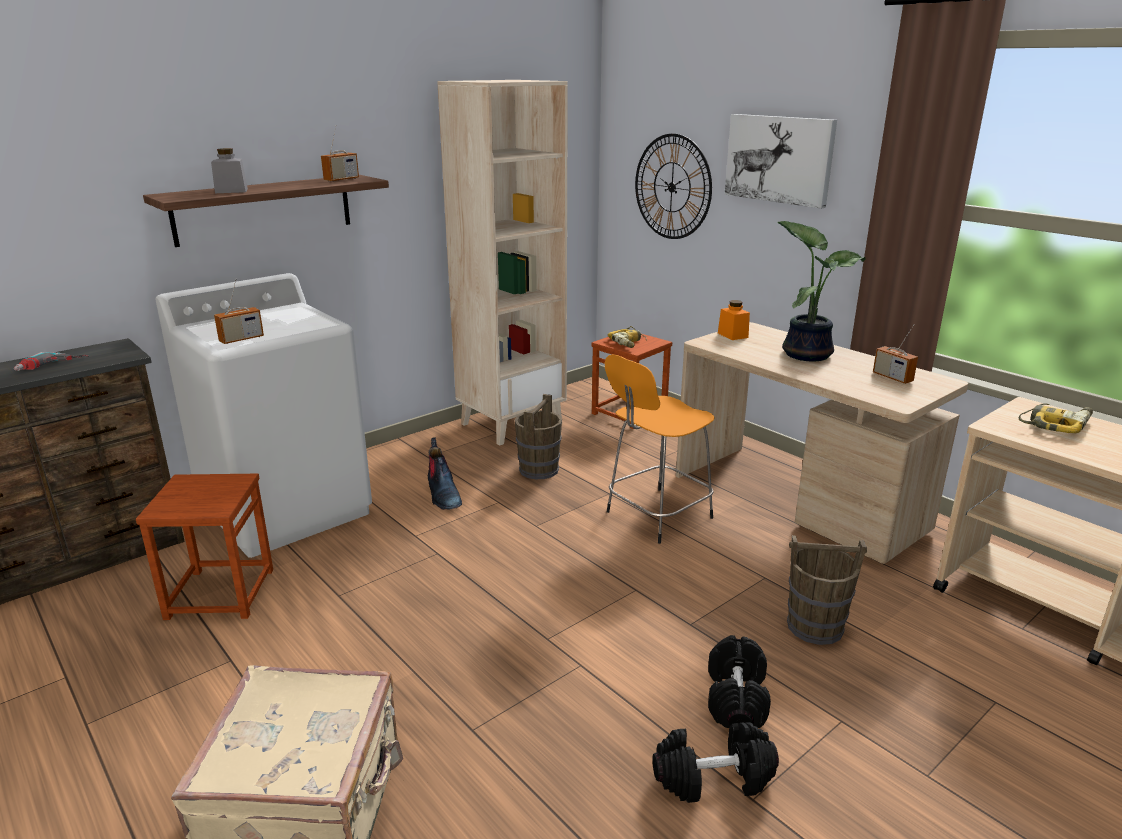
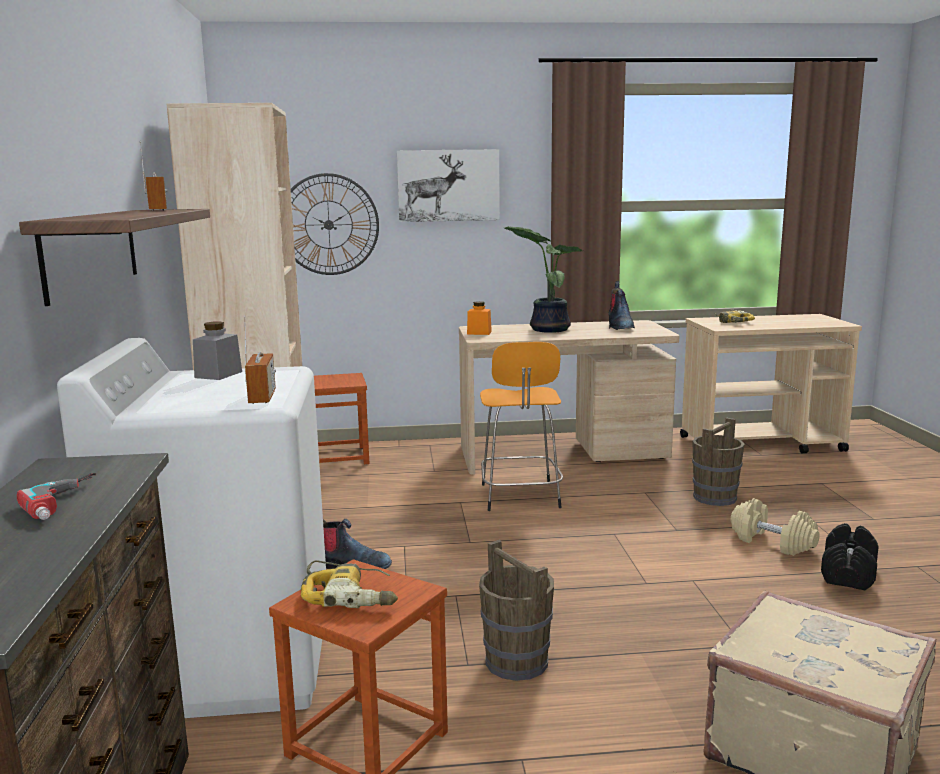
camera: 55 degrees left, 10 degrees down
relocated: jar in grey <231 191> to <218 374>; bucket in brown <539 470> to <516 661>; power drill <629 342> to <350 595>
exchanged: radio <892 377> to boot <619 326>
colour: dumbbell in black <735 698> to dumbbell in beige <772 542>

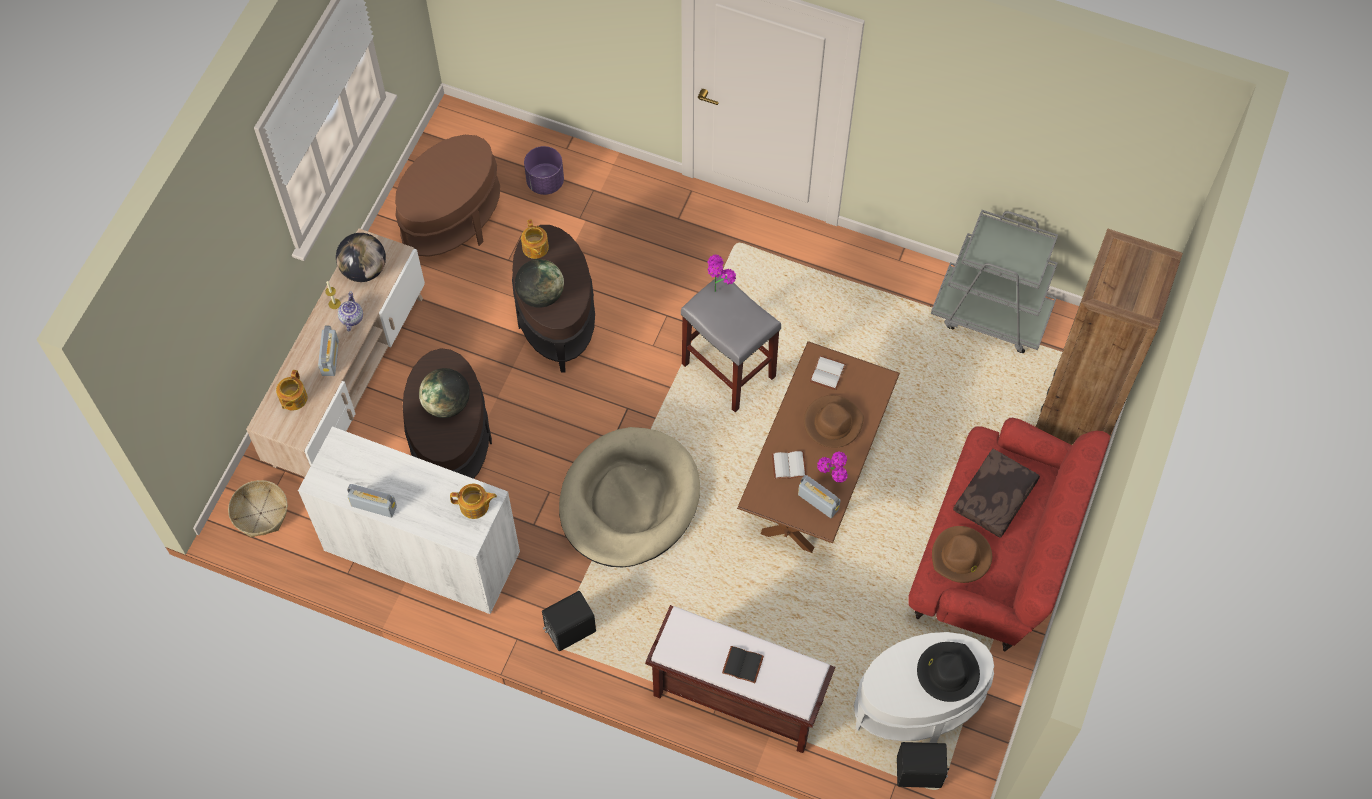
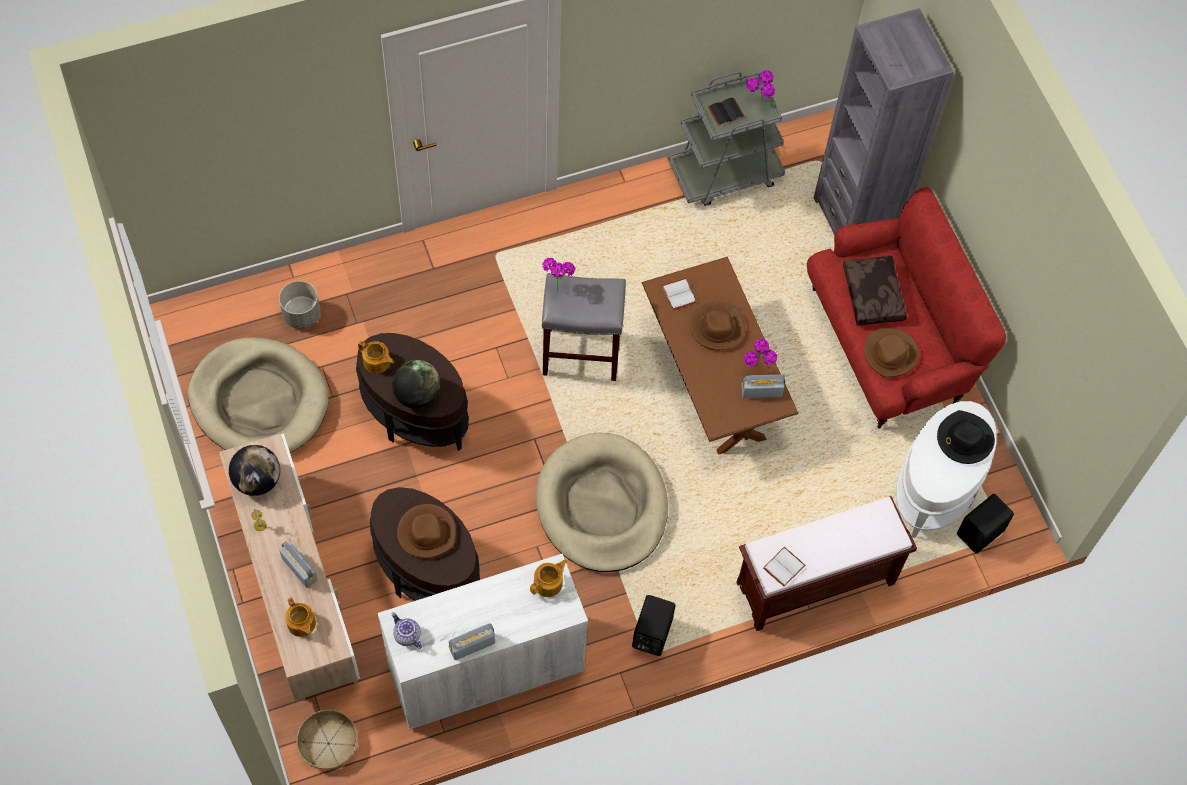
camera: 45 degrees left, 0 degrees up
appeared: potted plant <759 104>
relocated: teapot <351 318> to <406 636>; book in black <743 664> to <726 111>; book in white <789 464> to <783 566>
exchanged: side table in brown <453 223> to dog bed in beige <259 401>; globe <447 404> to hat in brown <427 532>
colour: planter in purple <545 181> to planter in grey <301 315>; bookcase in brown <1070 433> to bookcase in grey <855 219>

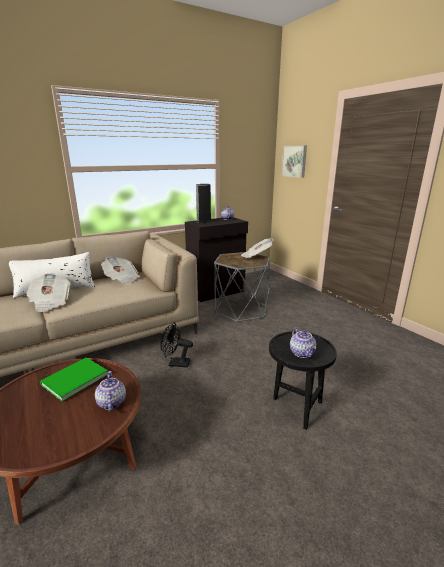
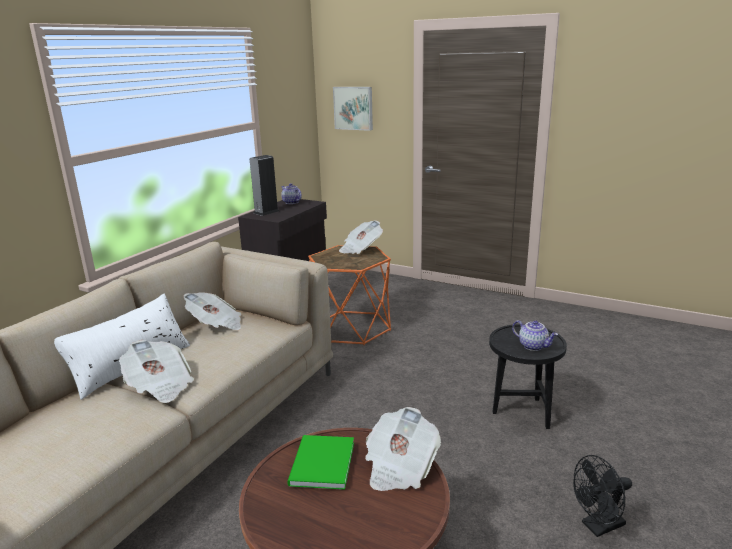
camera: 30 degrees left, 0 degrees up
relocated: fan in black <175 363> to <598 526>
exchanged: teapot <111 403> to newspaper <399 467>
colour: side table in grey <241 310> to side table in orange <351 328>

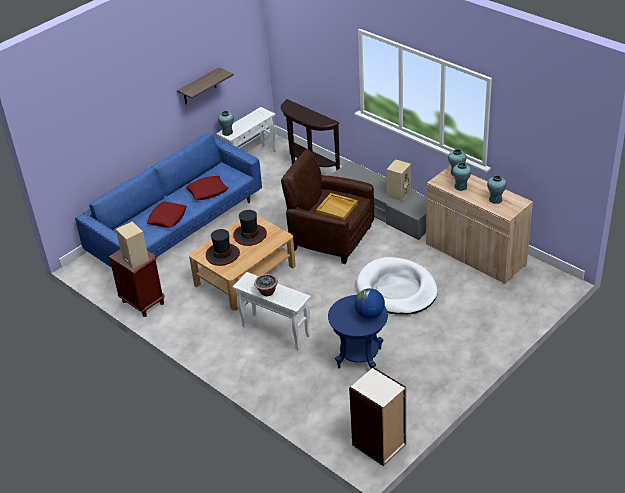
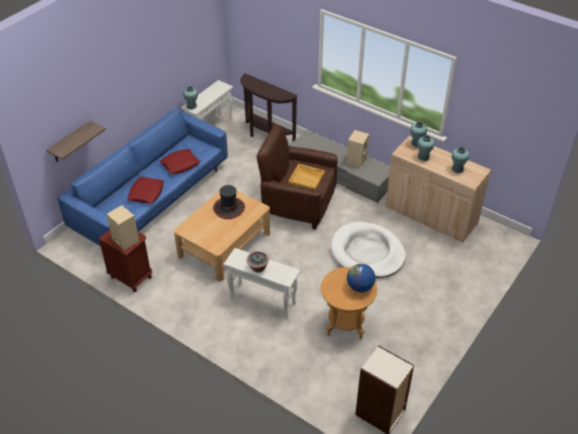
camera: 10 degrees left, 5 degrees up
missing: hat <223 254>
relocated: shelf <199 87> to <70 142>
colour: side table in blue <359 357> to side table in brown <345 323>

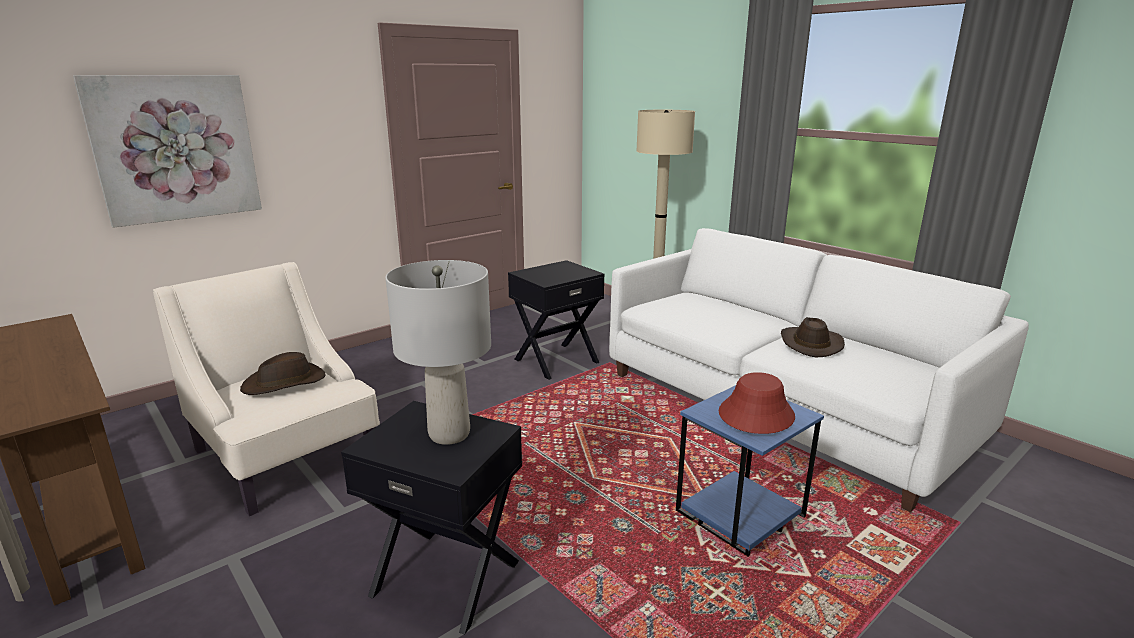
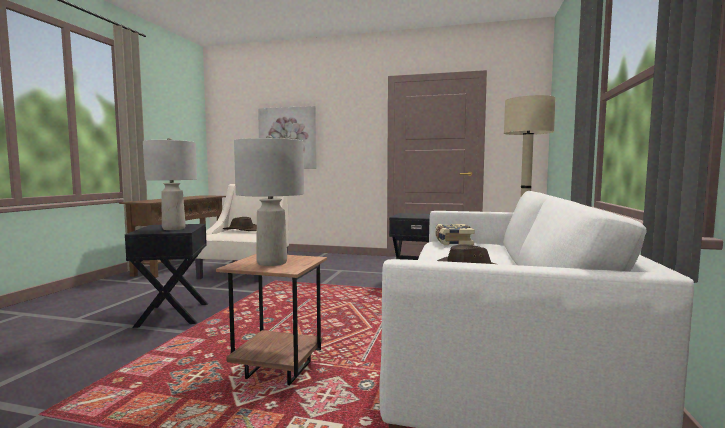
camera: 55 degrees right, 15 degrees down
appeared: book <452 242>
exchanged: hat in red <755 415> to table lamp in grey <272 262>
colour: side table in blue <737 528> to side table in brown <278 370>

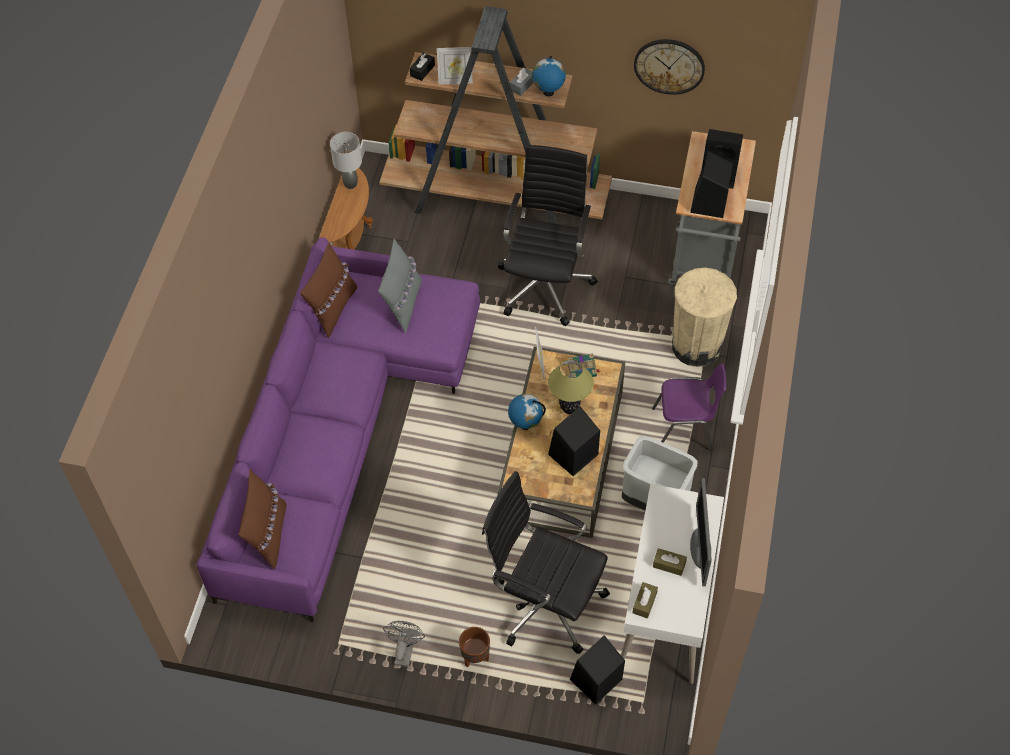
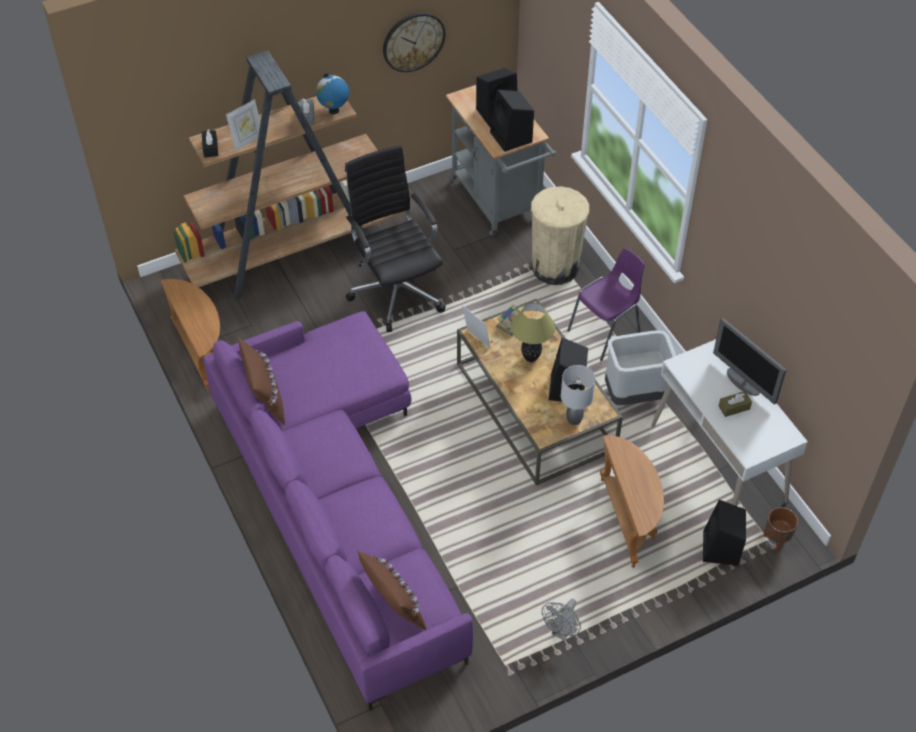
camera: 40 degrees left, 5 degrees down
missing: pillow in grey <402 304>; globe <525 424>; tissue box in brown <644 603>
relocated: table lamp in grey <351 184> to <574 419>; planter in brown <475 657> to <775 541>
exchanged: office chair in black <545 602> to side table in brown <629 520>
spun: fan in grey <404 650> = <562 632> 120 degrees counterclockwise

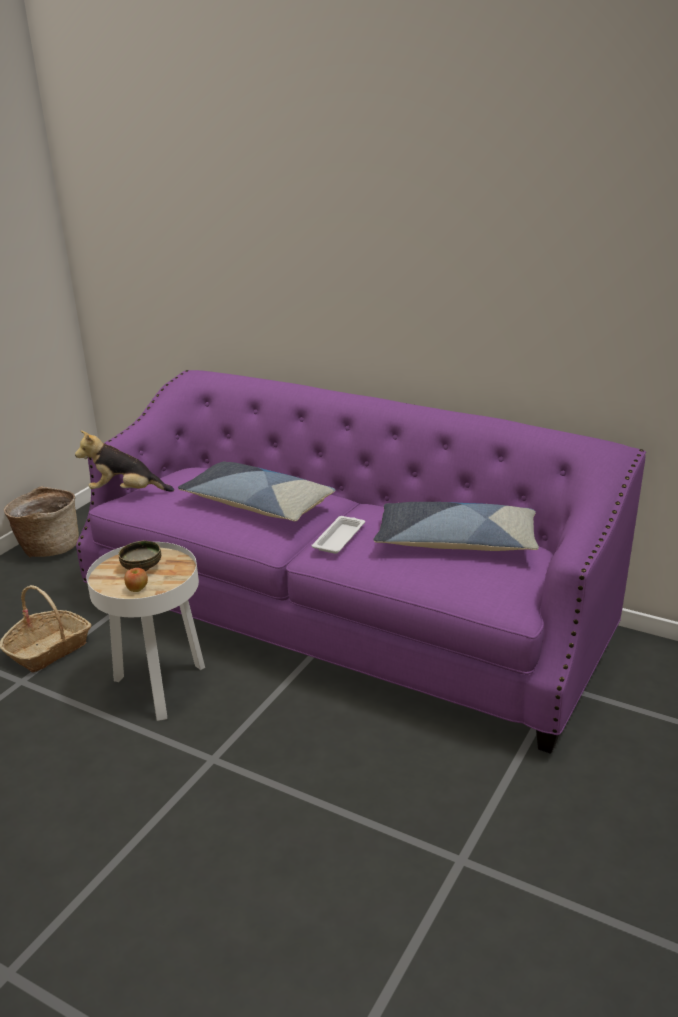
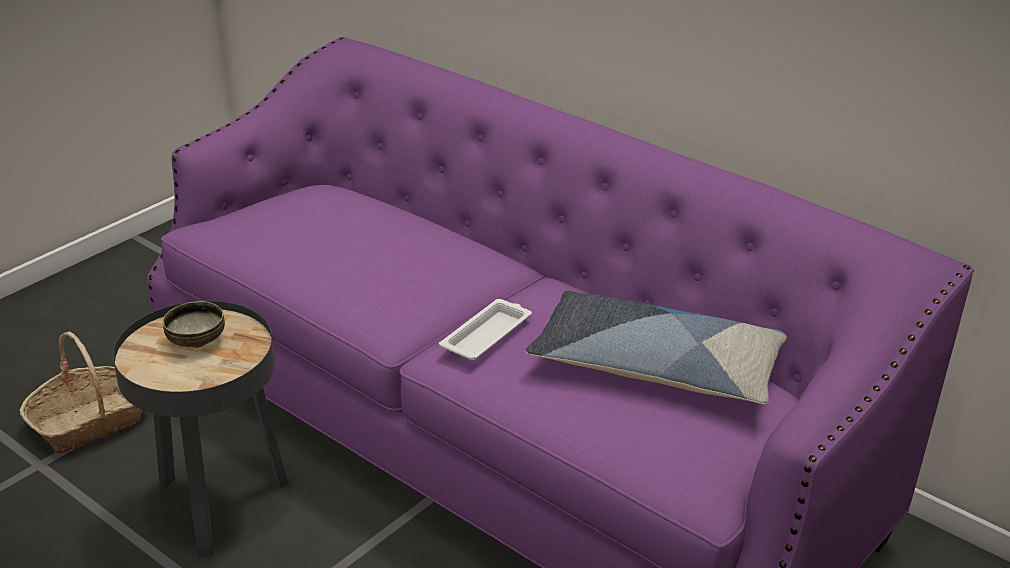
camera: 10 degrees right, 5 degrees up
missing: basket <49 547>; plush toy <126 492>; apple <137 589>; pillow <257 504>
colour: side table in white <161 687> to side table in black <219 505>

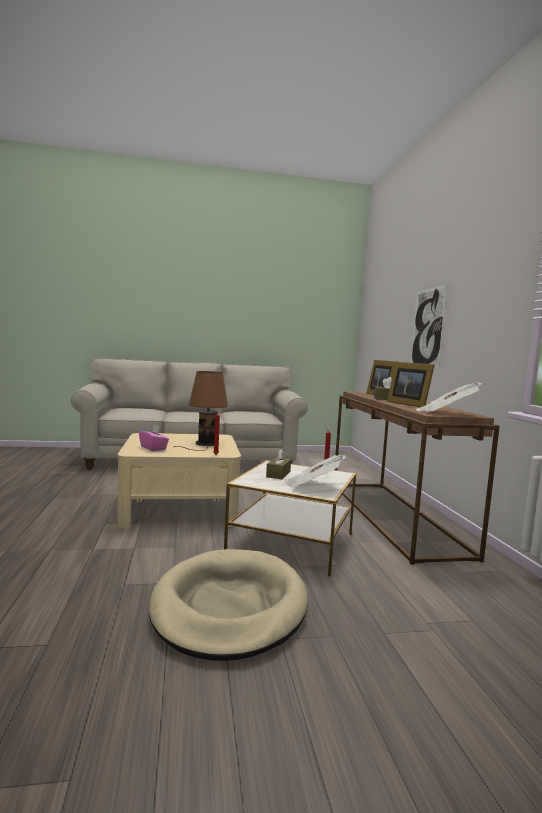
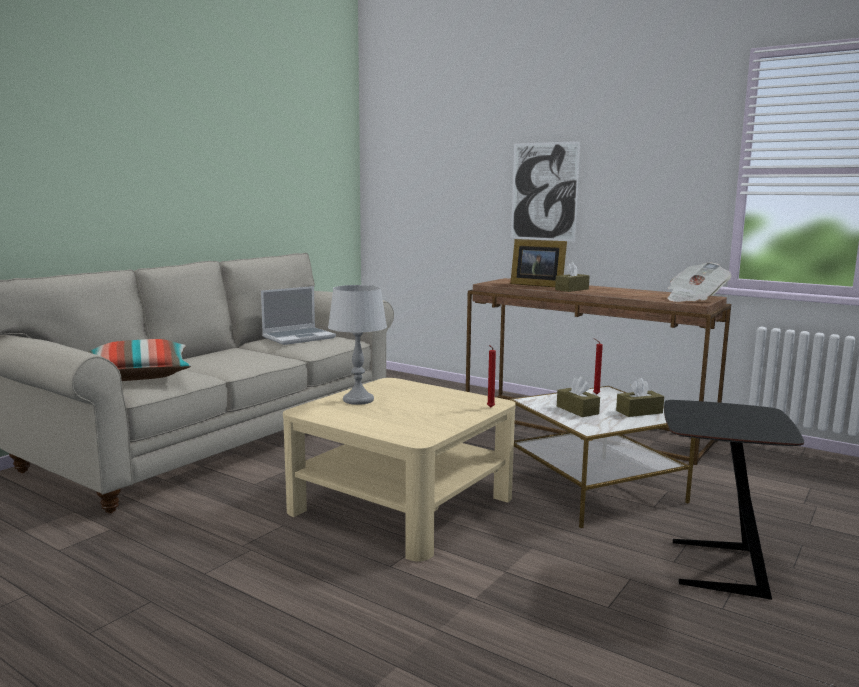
camera: 45 degrees left, 5 degrees up
missing: tissue box in pink <153 448>; table lamp in brown <205 444>; picture frame <408 404>
appeared: pillow <138 376>; laptop <299 337>; table lamp in grey <358 400>
exchanged: dog bed in beige <229 607> to side table in black <714 568>; newspaper <312 486> to tissue box in brown <639 412>

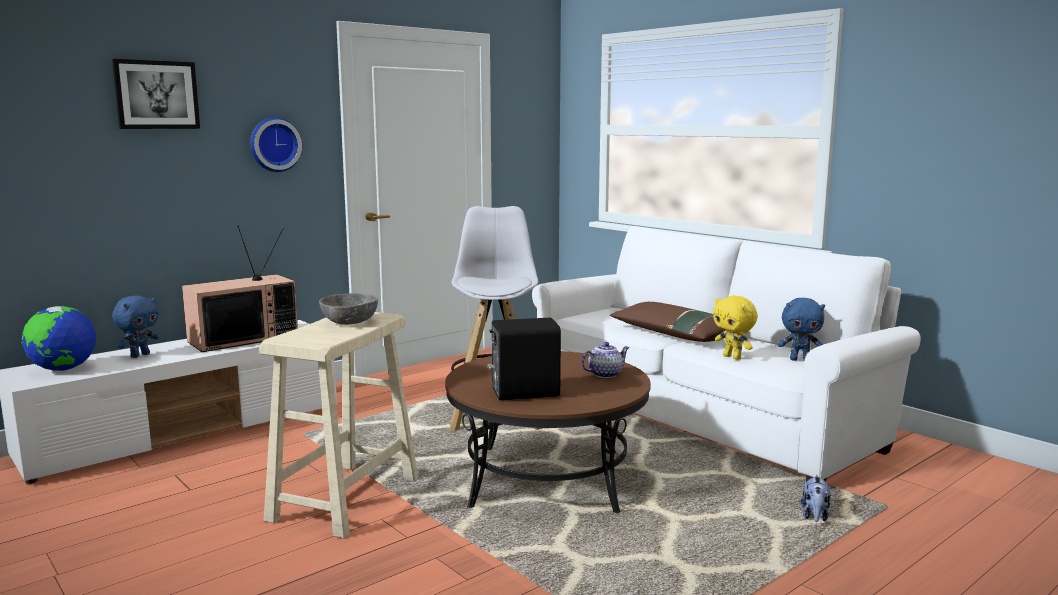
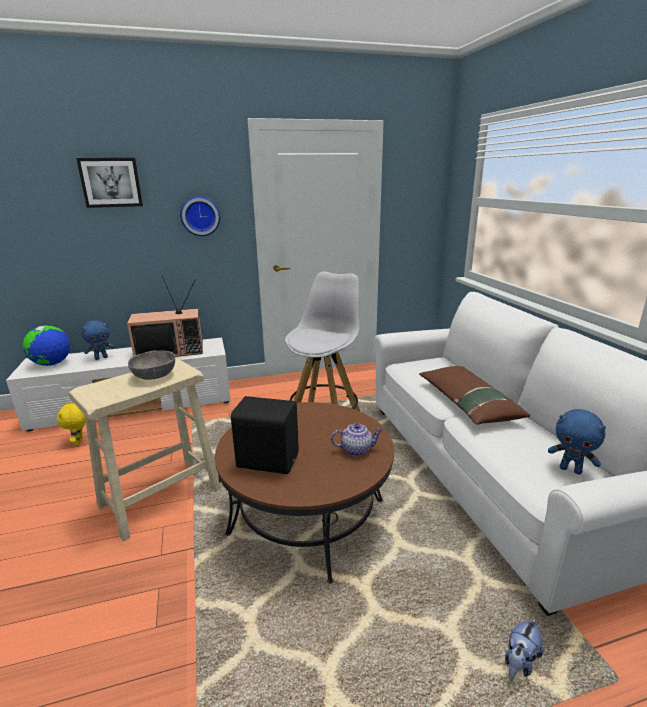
camera: 25 degrees right, 10 degrees up
relocated: plush toy in yellow <733 357> to <79 442>

